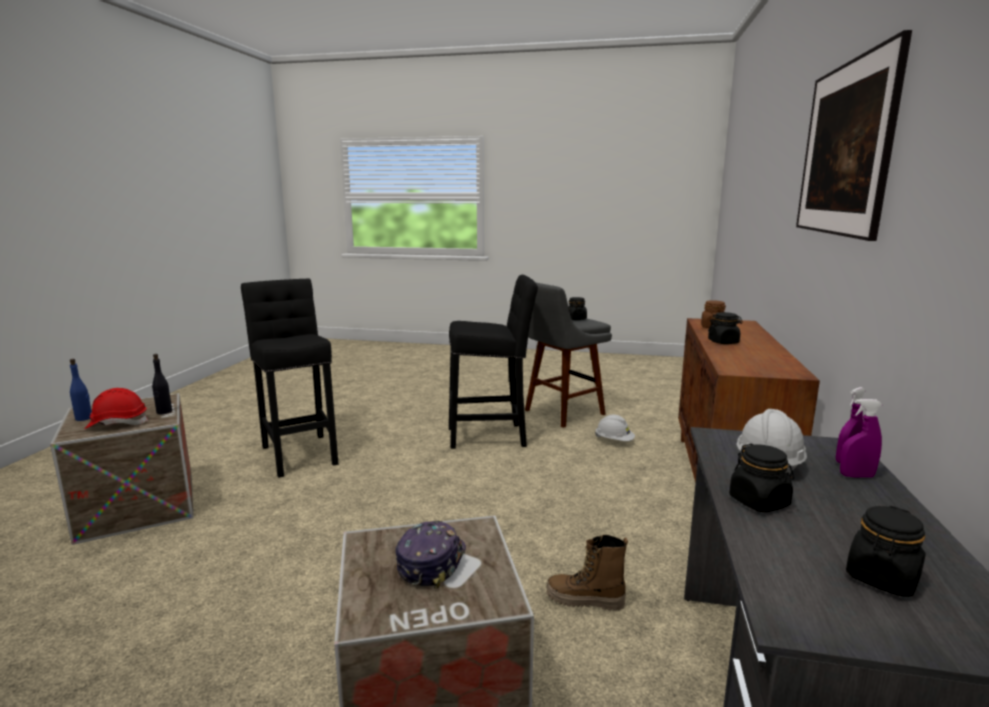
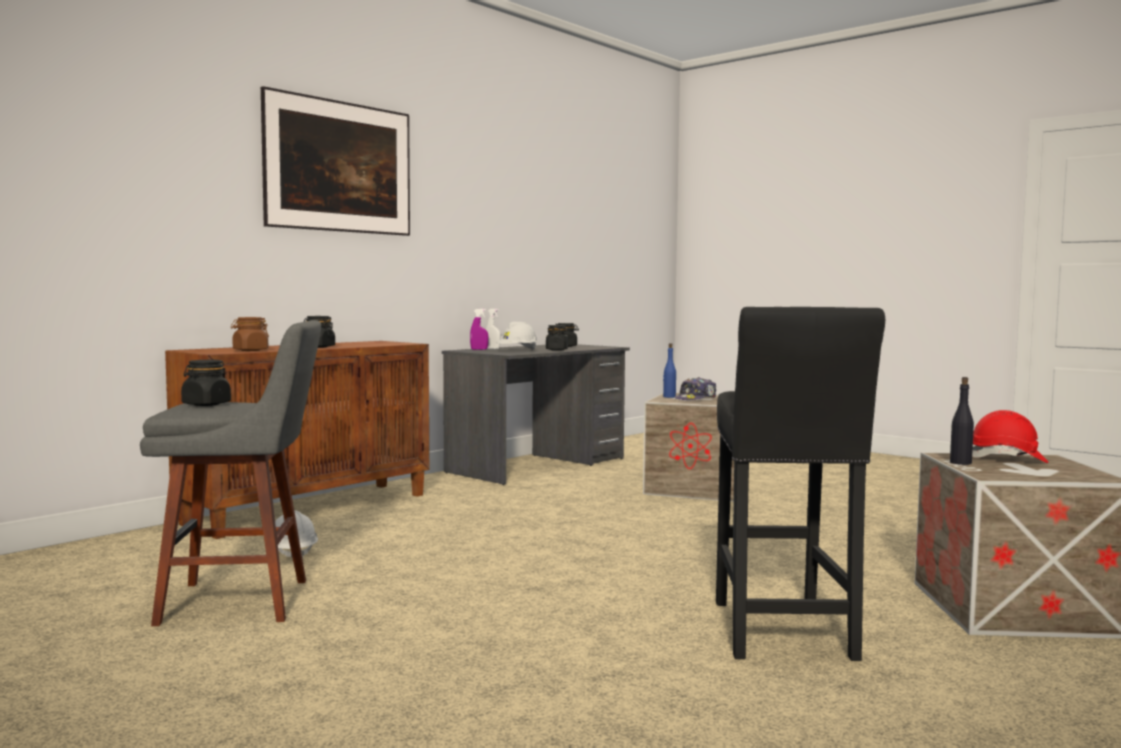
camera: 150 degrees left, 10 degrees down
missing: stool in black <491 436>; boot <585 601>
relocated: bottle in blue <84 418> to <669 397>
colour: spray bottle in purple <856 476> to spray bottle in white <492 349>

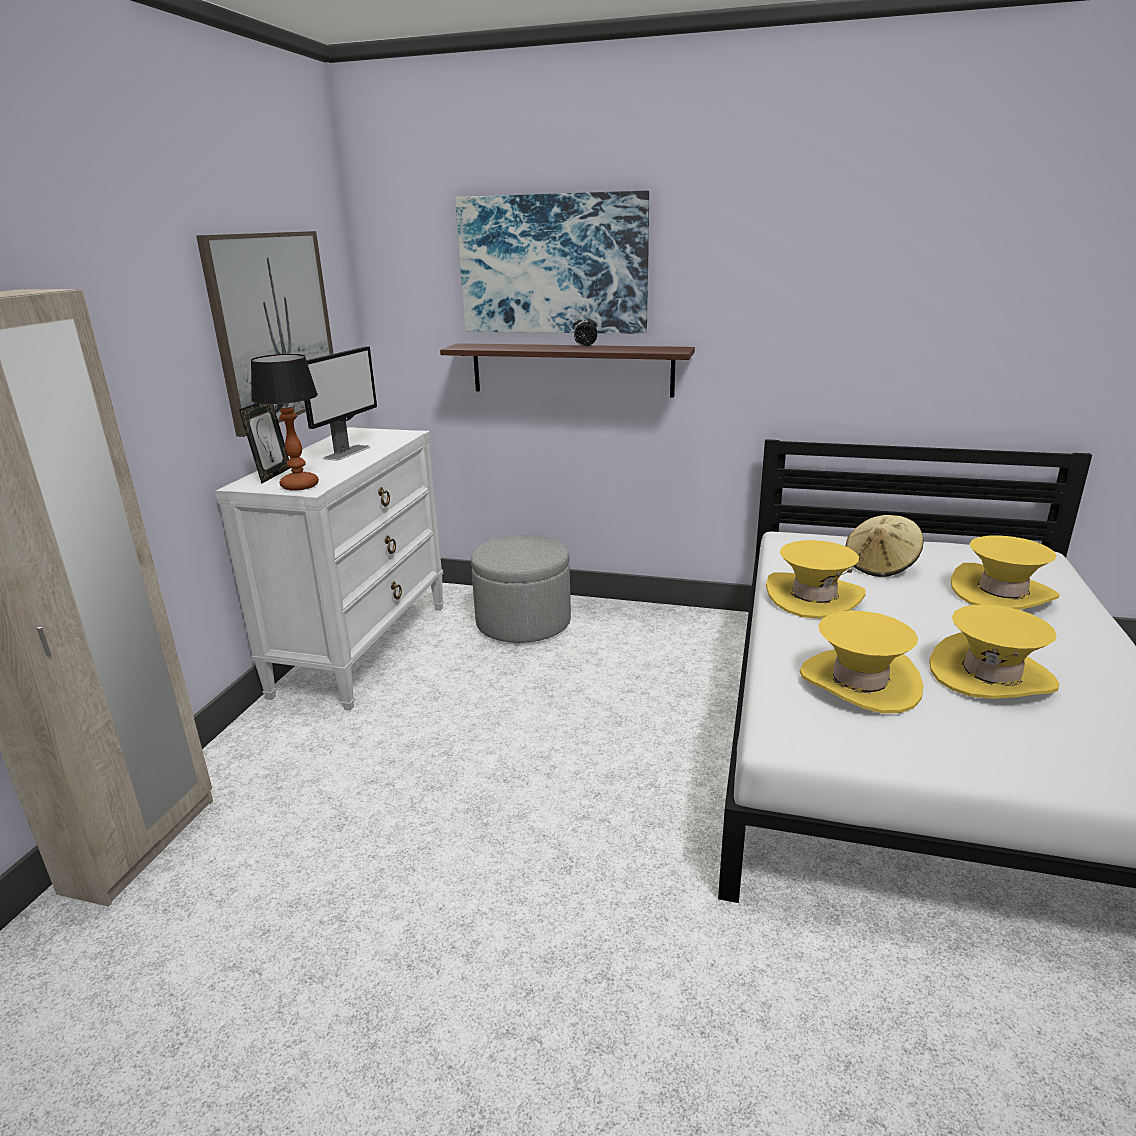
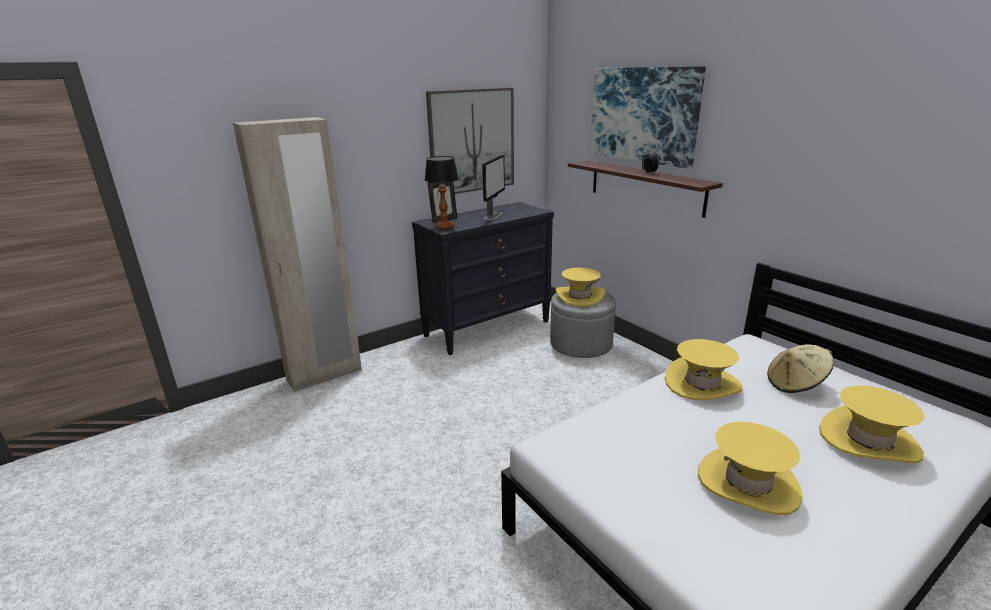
camera: 40 degrees right, 0 degrees up
relocated: hat in yellow <859 682> to <579 296>
colour: dresser in white <363 648> to dresser in black <487 328>
spun: monitor <347 452> = <493 215> 45 degrees counterclockwise

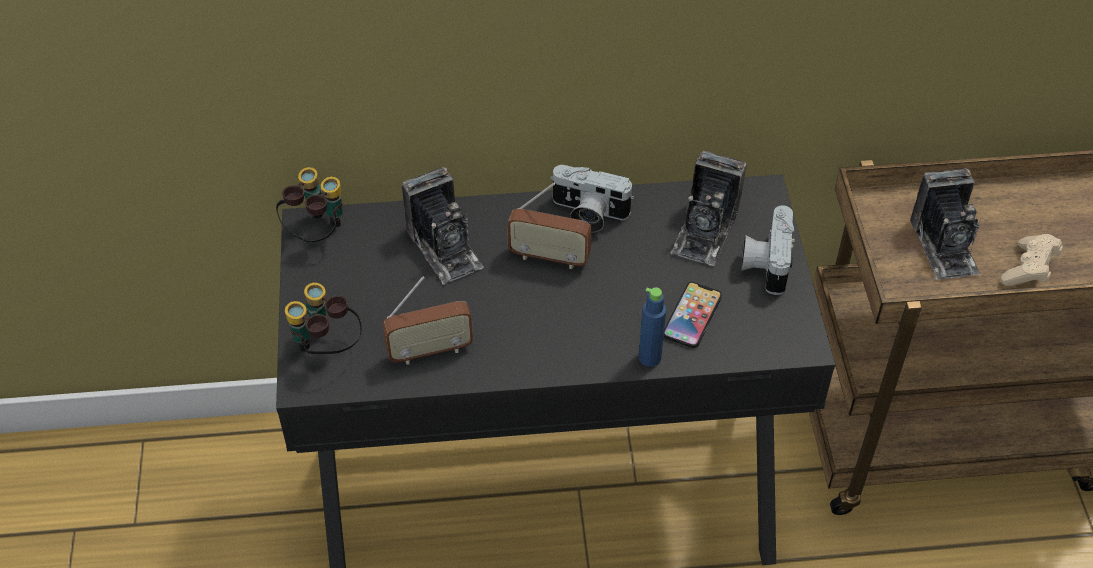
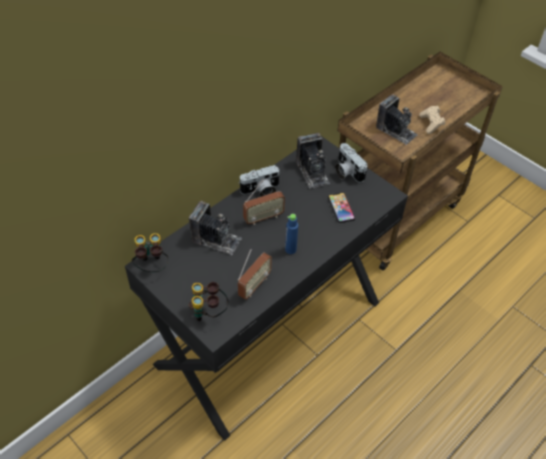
camera: 40 degrees left, 0 degrees up
relocated: bottle in blue <649 357> to <290 249>

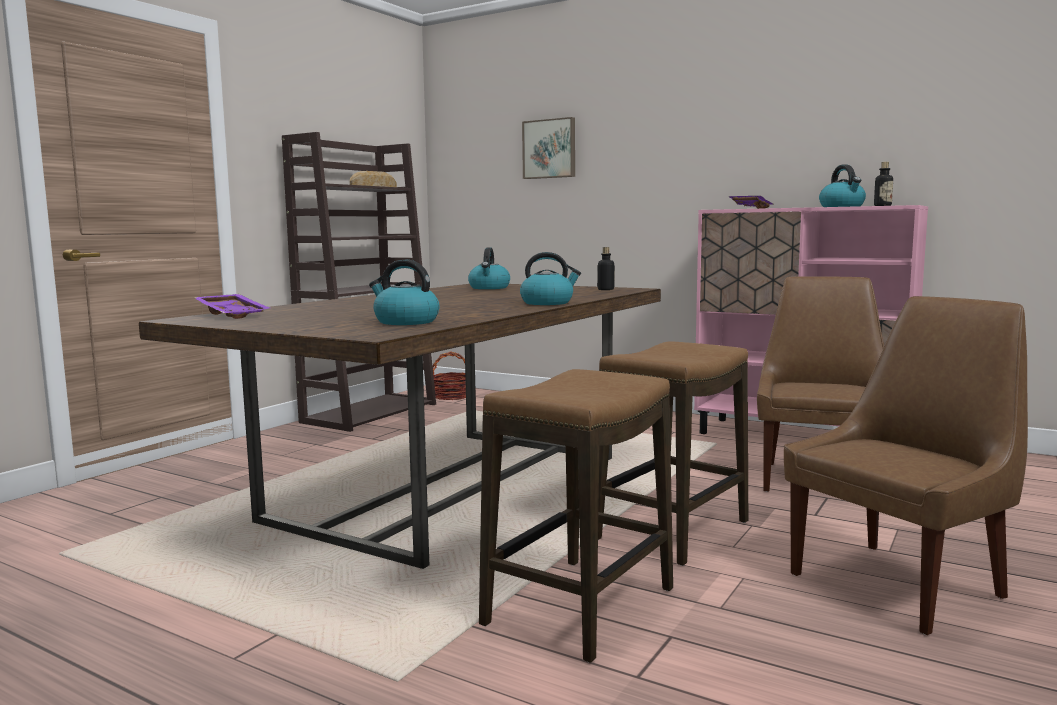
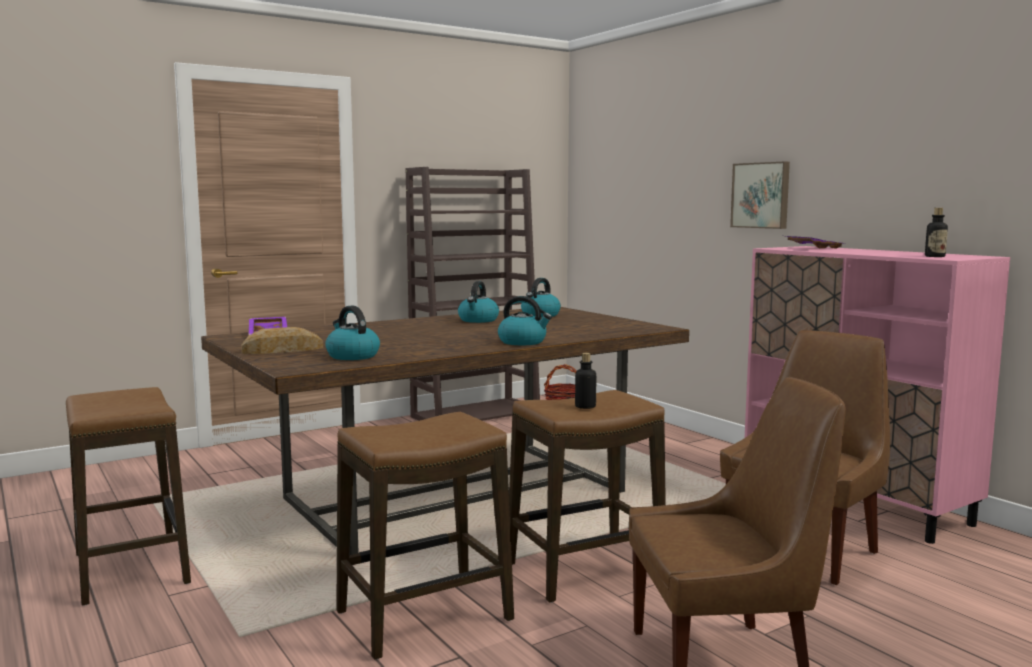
camera: 25 degrees right, 0 degrees up
appeared: stool <131 568>
relocated: bread <373 187> to <283 350>; picture <550 149> to <761 195>; bottle <605 289> to <585 406>; kettle <842 207> to <478 320>

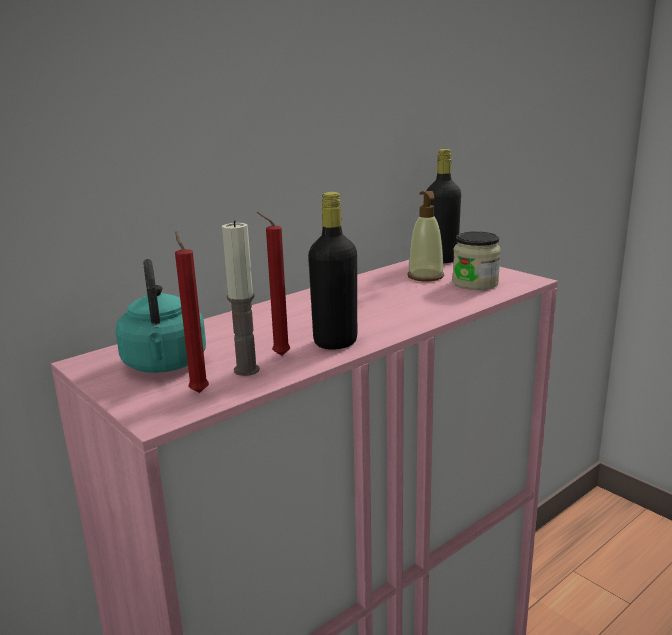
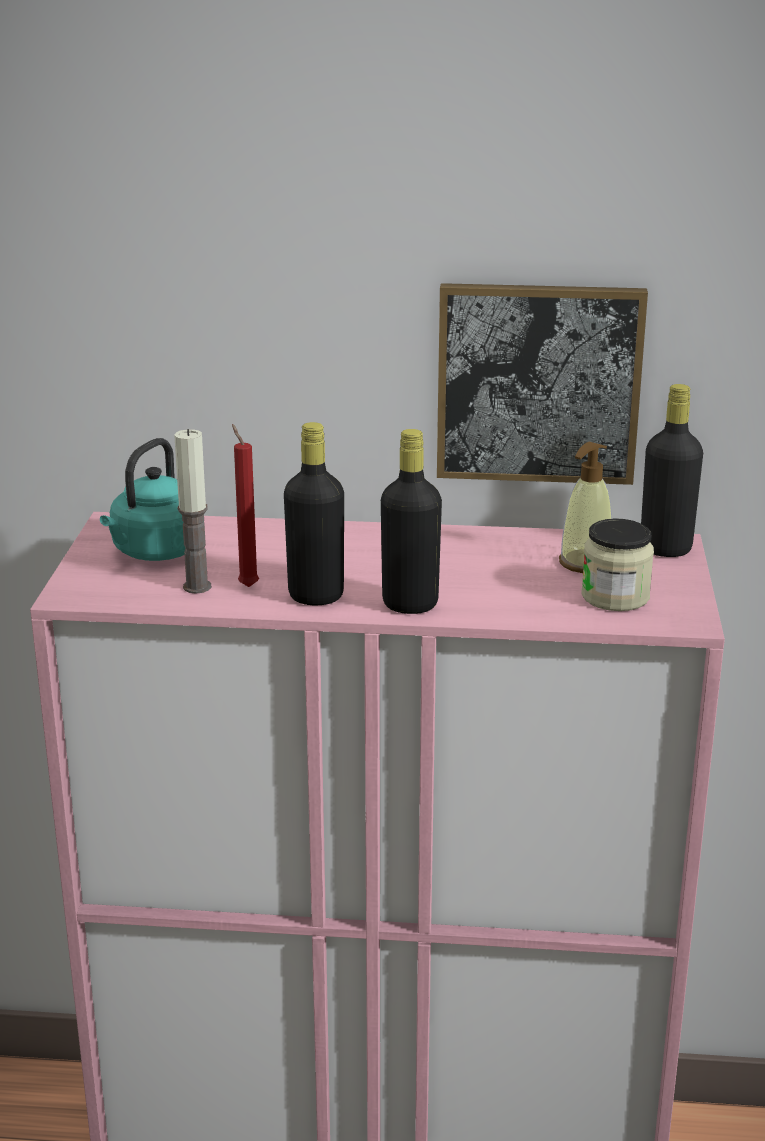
camera: 45 degrees right, 5 degrees up
missing: candle in red <198 391>
appeared: bottle in black <410 604>; picture <538 383>

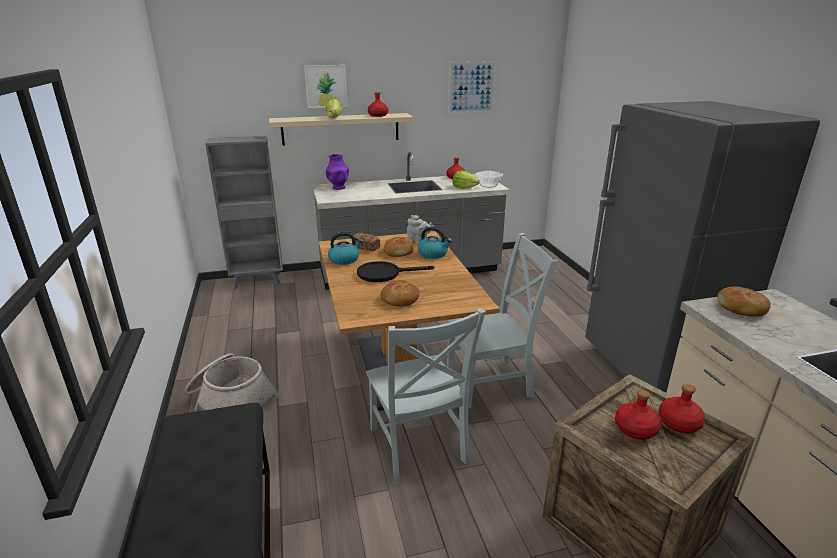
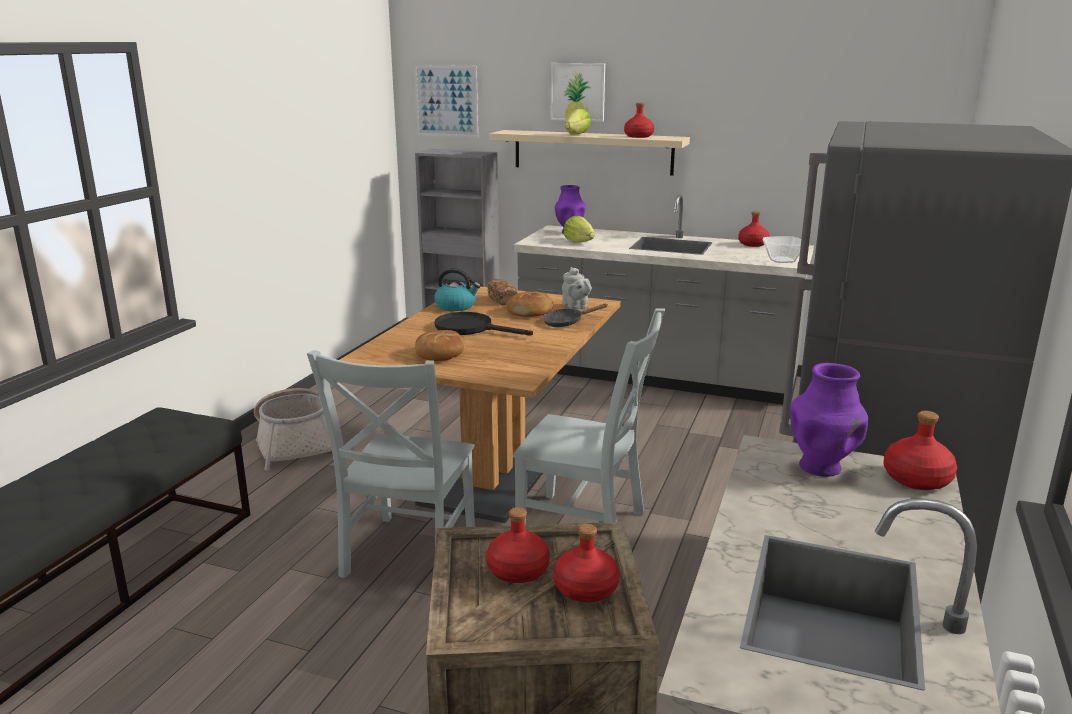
camera: 35 degrees right, 5 degrees down
appeared: bottle in red <917 480>
relocated: picture <471 87> to <446 101>; lettuce <464 188> to <579 242>
exchanged: kettle <433 254> to frying pan in black <567 323>; bread <741 308> to vase in purple <821 468>

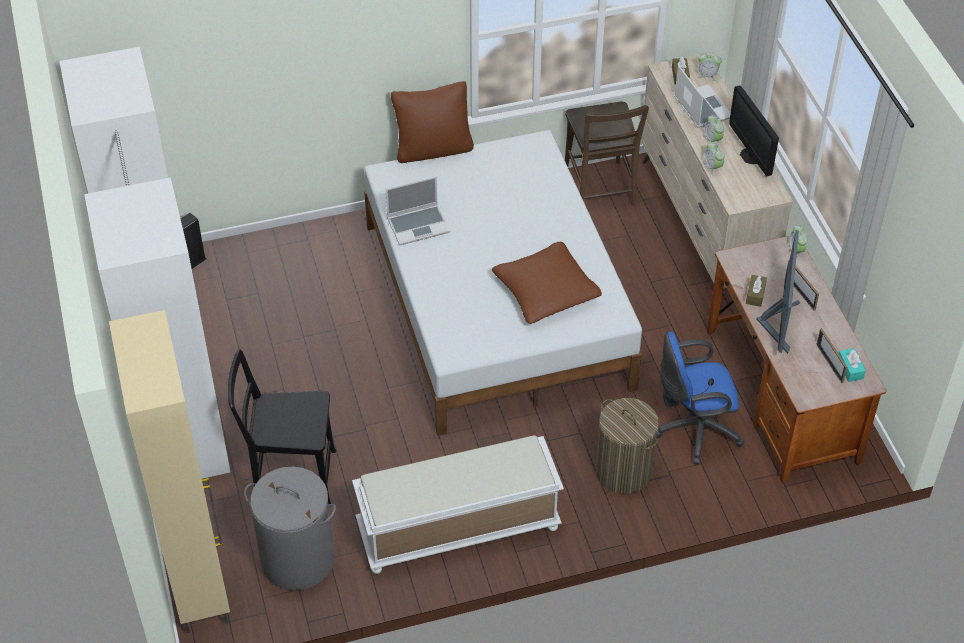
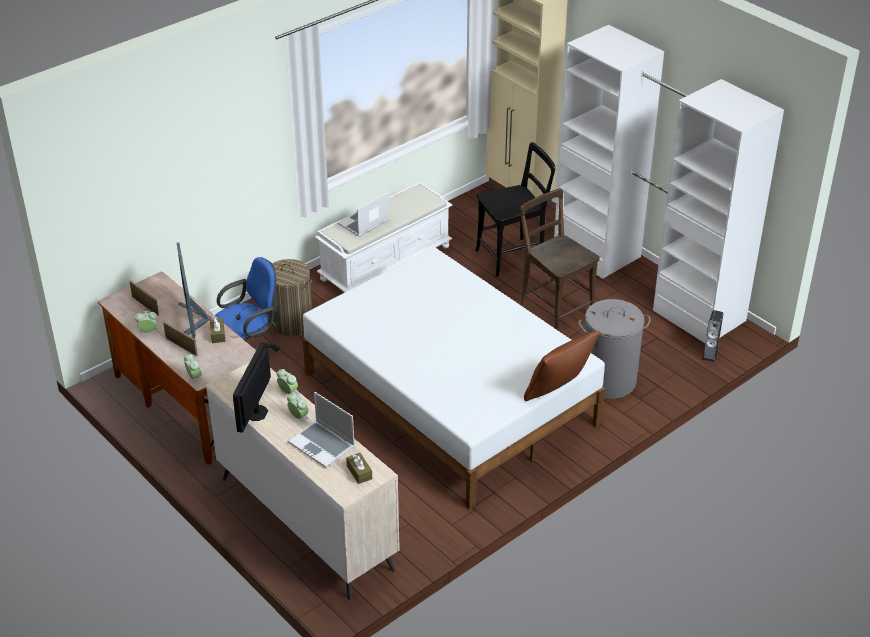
camera: 155 degrees right, 10 degrees down
missing: pillow in brown <546 292>; tissue box in turquoise <850 369>
relocated: laundry basket in grey <298 559> to <608 381>; laptop <418 225> to <363 223>; chair in brown <600 191> to <554 308>; alarm clock <707 75> to <148 331>
spun: monitor <751 156> = <257 413> 120 degrees counterclockwise

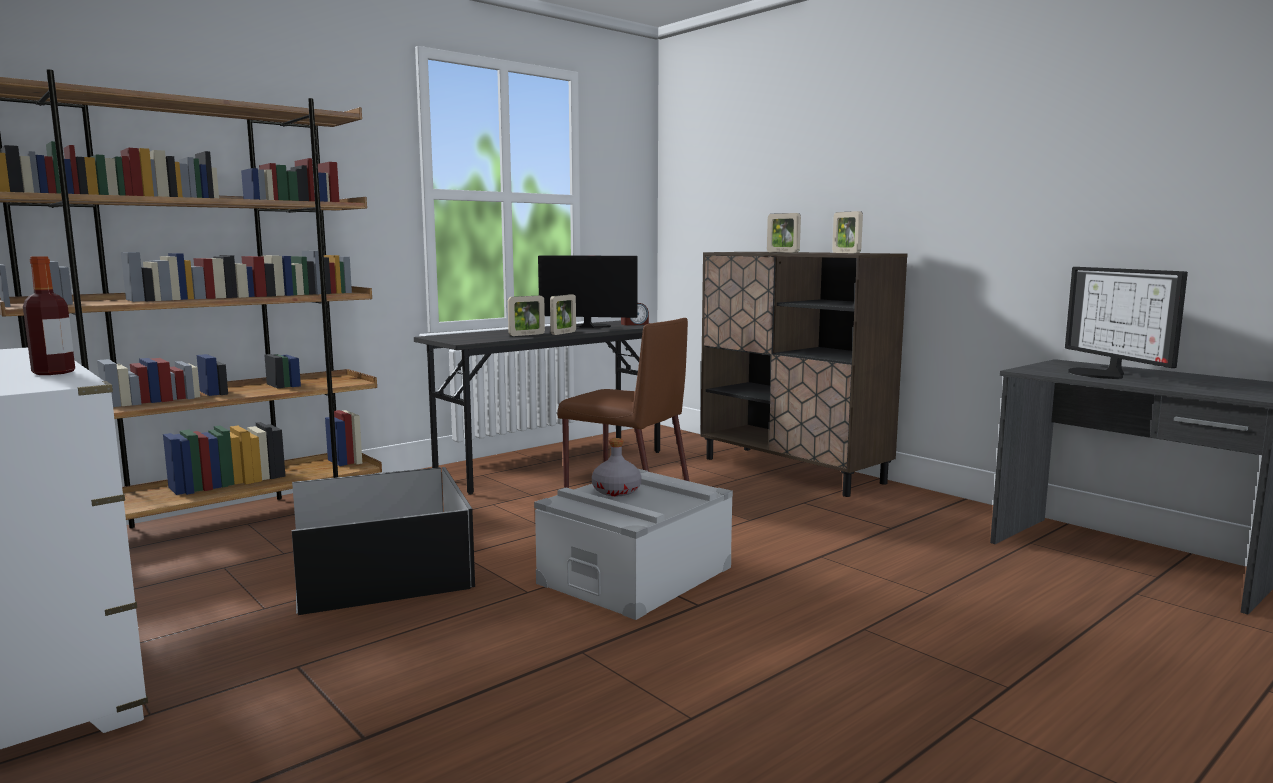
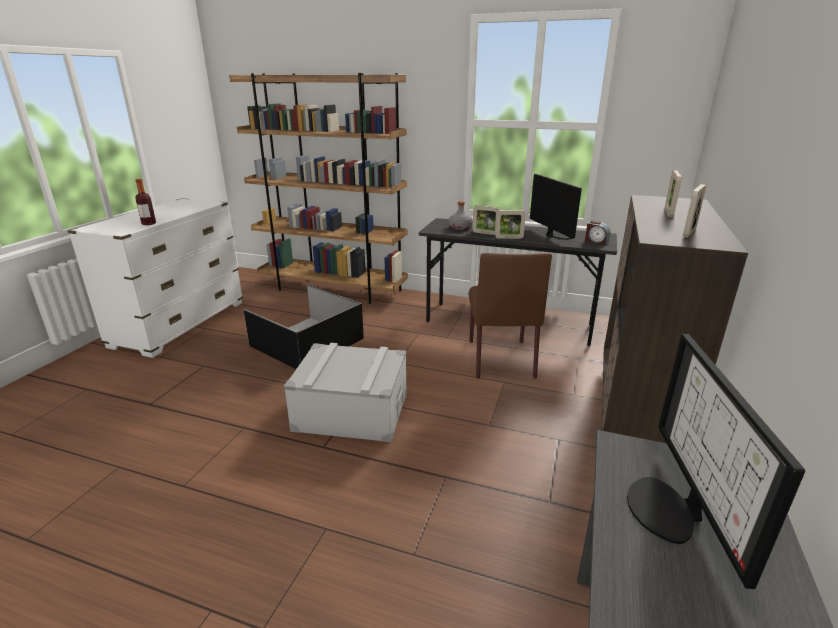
camera: 60 degrees right, 15 degrees up
relocated: bottle in grey <616 491> to <460 227>
spun: monitor <1101 374> = <670 510> 45 degrees counterclockwise

